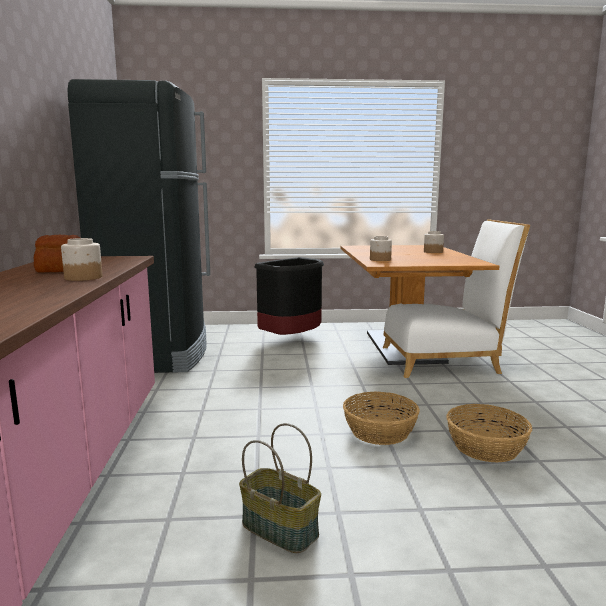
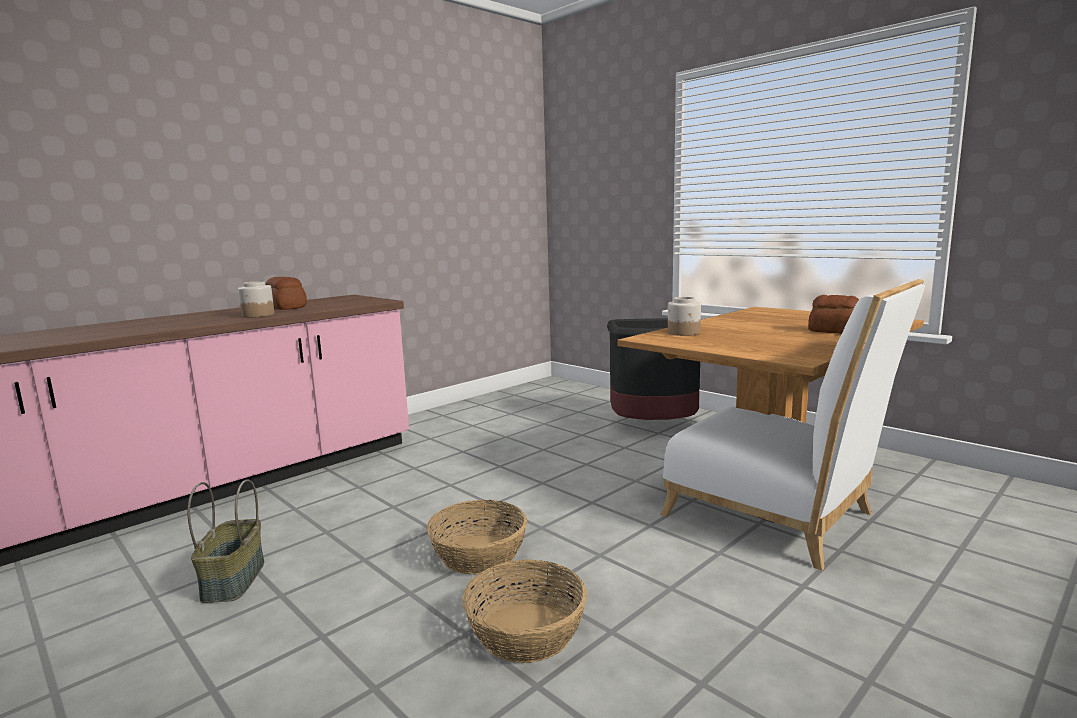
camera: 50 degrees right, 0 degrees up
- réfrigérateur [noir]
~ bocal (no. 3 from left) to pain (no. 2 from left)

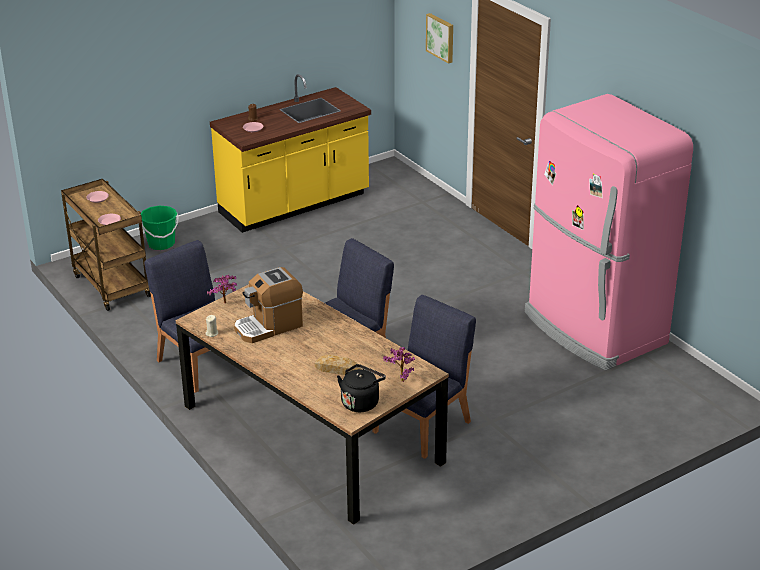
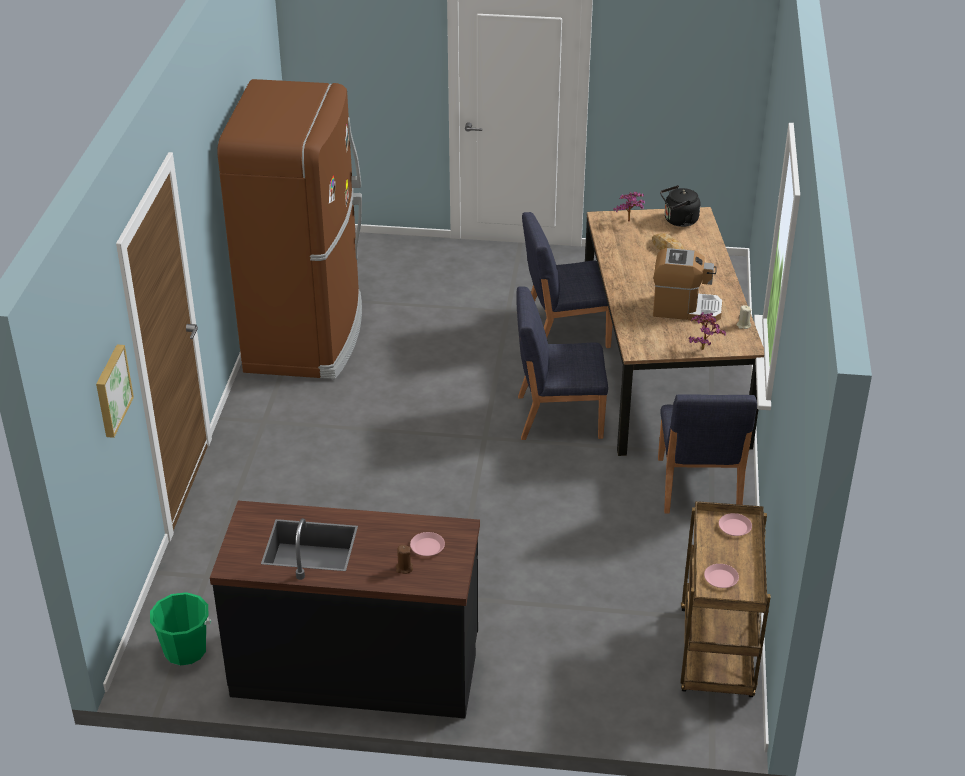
camera: 140 degrees left, 5 degrees up
~ comptoir de cuisine [jaune] to comptoir de cuisine [noir]
~ réfrigérateur [rose] to réfrigérateur [marron]
~ seau [vert]

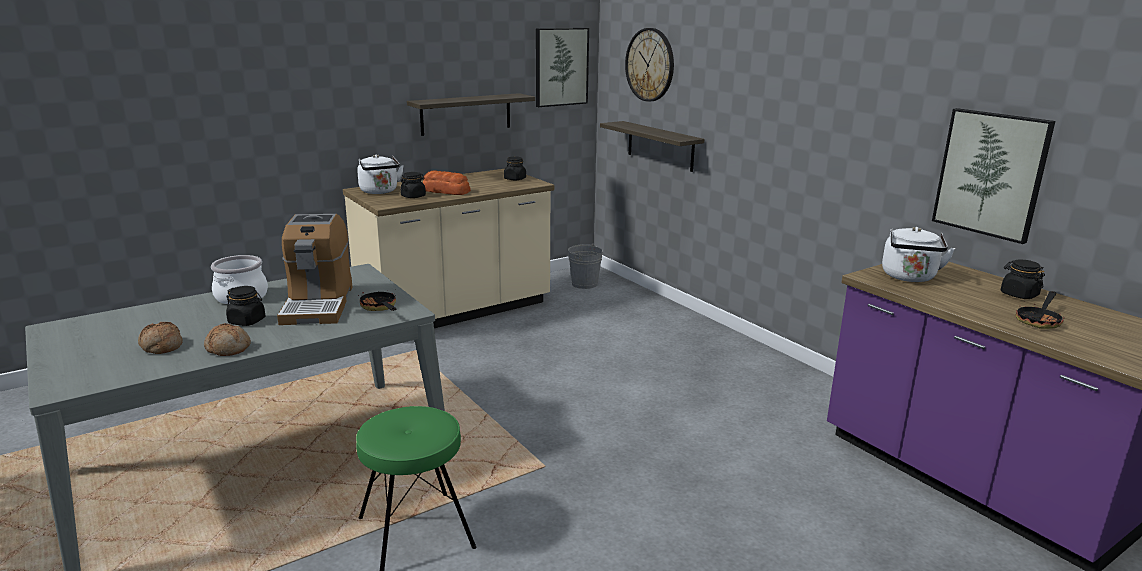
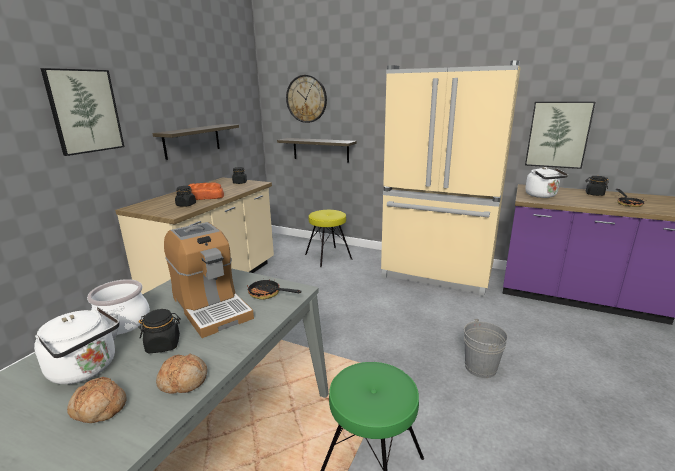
camera: 30 degrees left, 0 degrees up
~ tableau (no. 1 from left)
~ bouilloire [blanc] (no. 1 from left)
~ seau [gris]
+ réfrigérateur [beige]
+ tabouret [jaune]

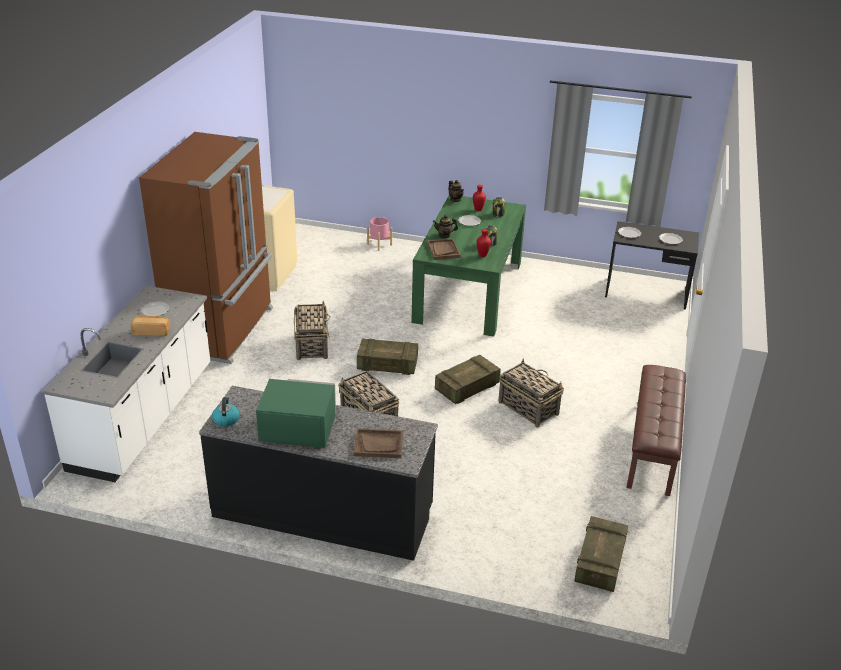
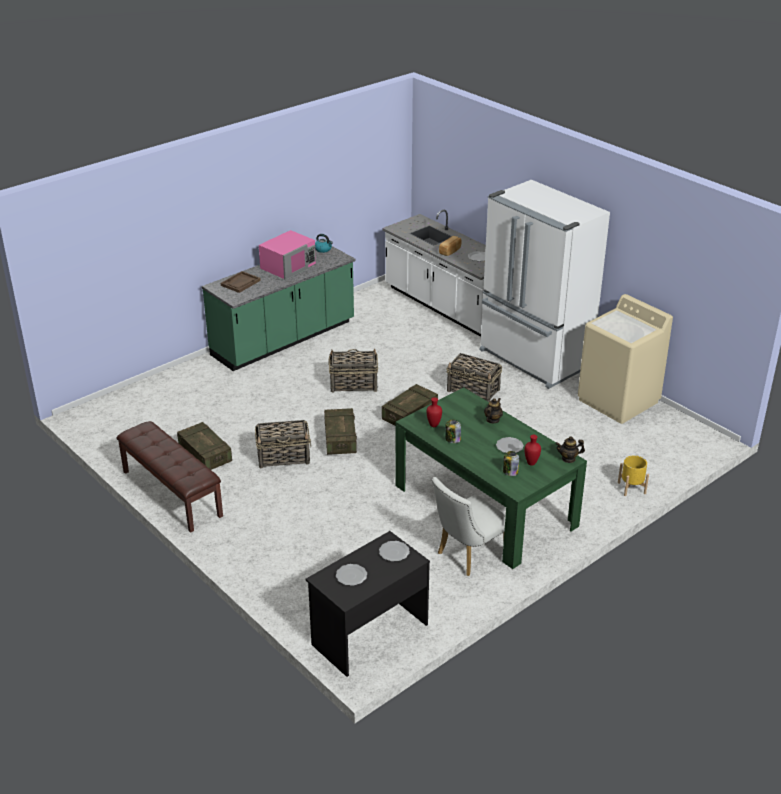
camera: 125 degrees right, 0 degrees up
~ réfrigérateur [marron] to réfrigérateur [blanc]
~ cache-pot [rose] to cache-pot [jaune]
- plateau [marron] (no. 2 from left)
~ micro-ondes [vert] to micro-ondes [rose]
~ comptoir de cuisine [noir] to comptoir de cuisine [vert]
~ caisse (no. 3 from left in the first image) to caisse (no. 1 from left)
+ chaise [blanc]

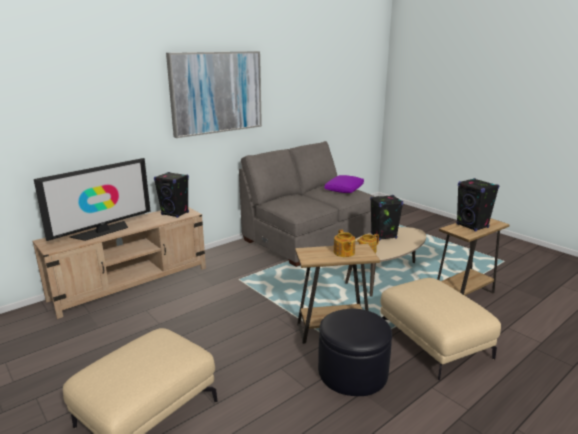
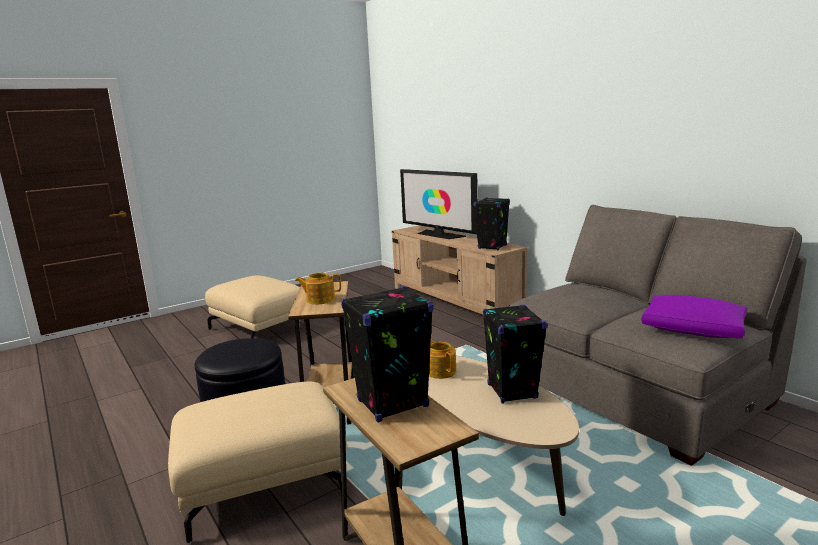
camera: 95 degrees right, 5 degrees down
- tableau

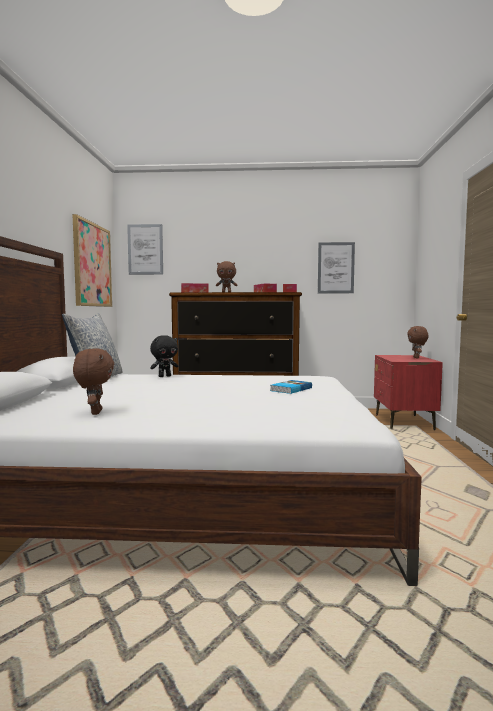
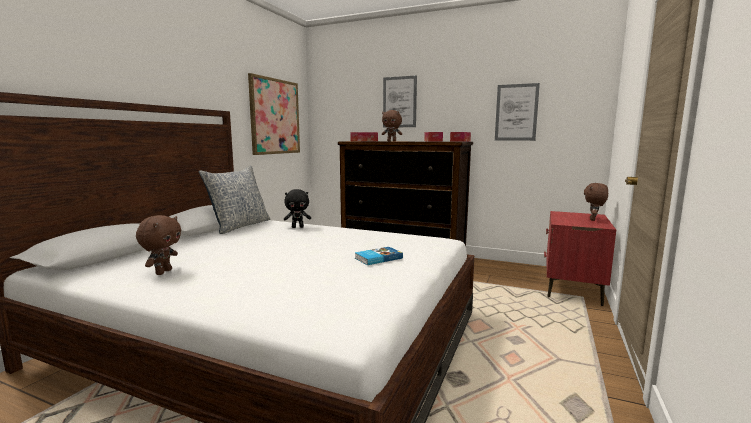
camera: 20 degrees right, 5 degrees up
~ tableau (no. 2 from left)

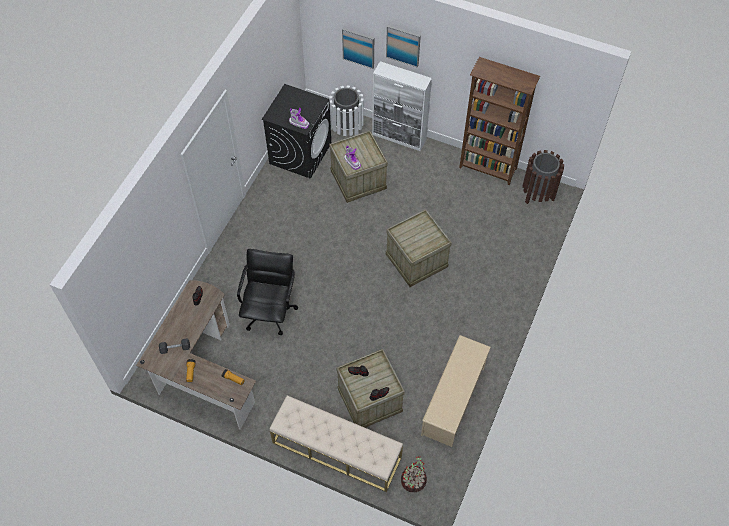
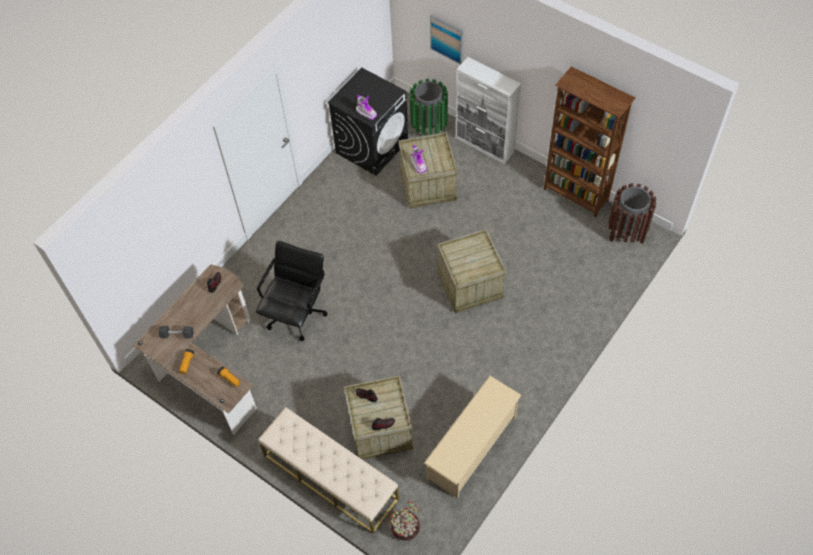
camera: 15 degrees right, 0 degrees up
- tableau (no. 2 from left)
~ poubelle [blanc] to poubelle [vert]

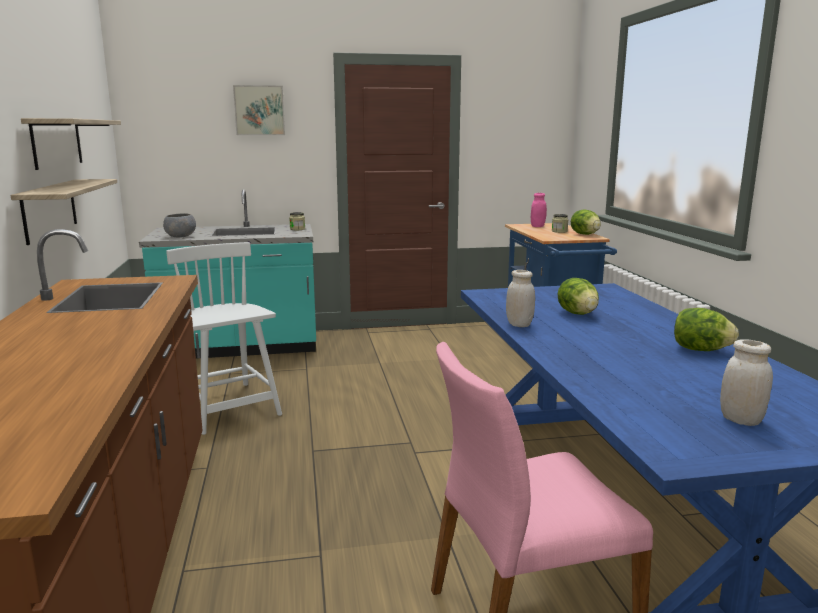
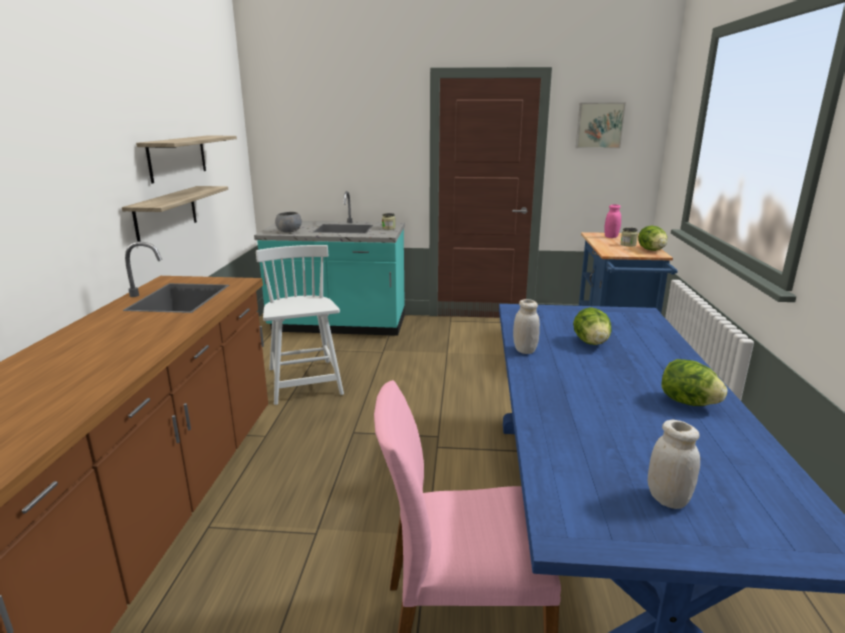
camera: 15 degrees right, 5 degrees up
~ tableau

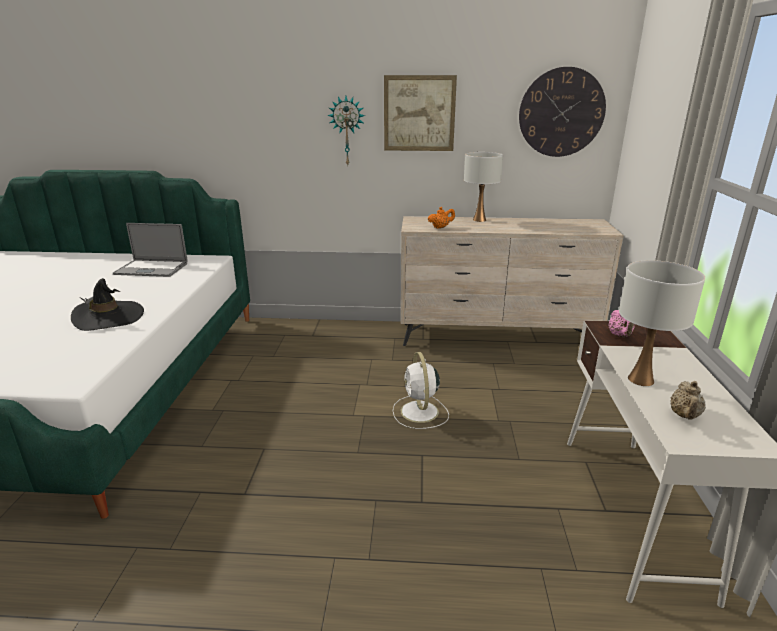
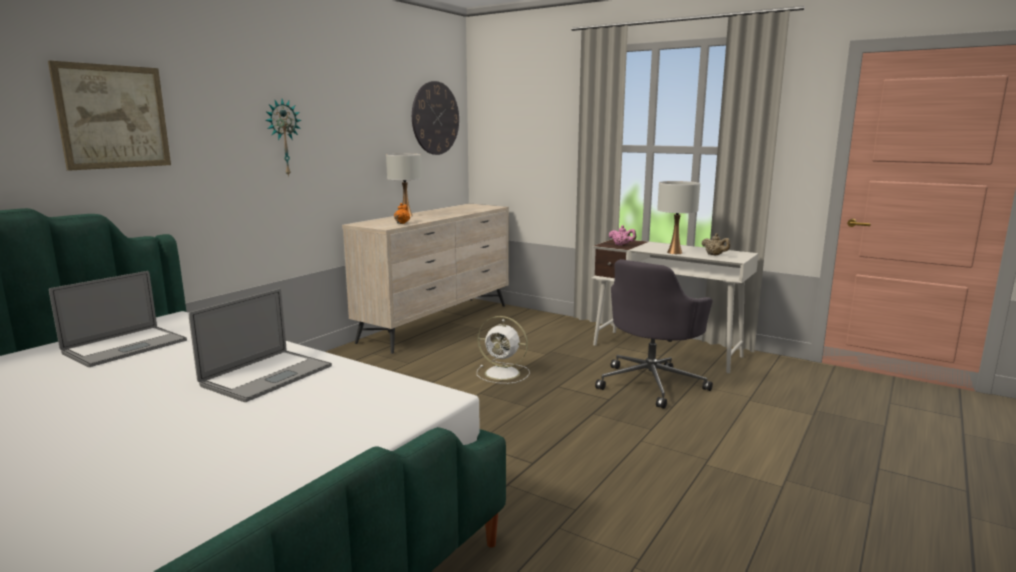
camera: 60 degrees left, 10 degrees down
~ tableau
~ chapeau [noir] to ordinateur portable (no. 2 from left)
+ chaise de bureau [gris]

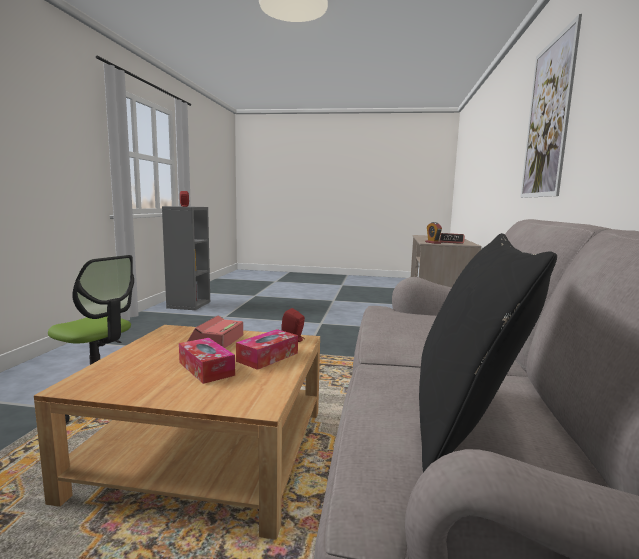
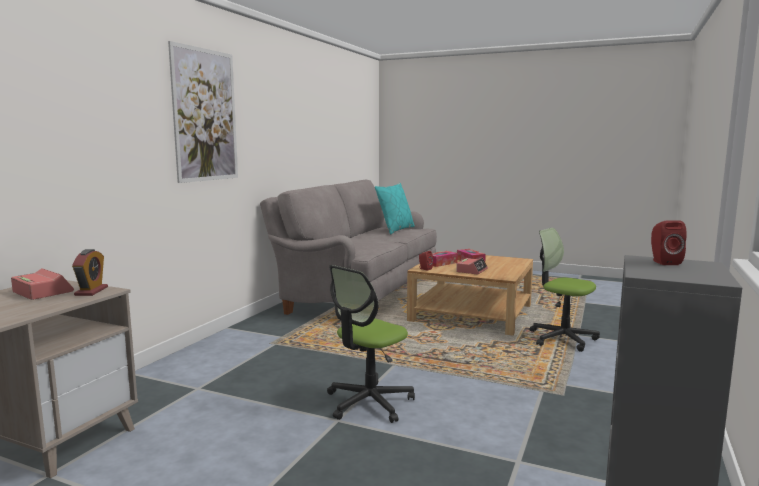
camera: 165 degrees left, 0 degrees up
~ coussin [noir] to coussin [turquoise]
+ chaise de bureau (no. 1 from left)

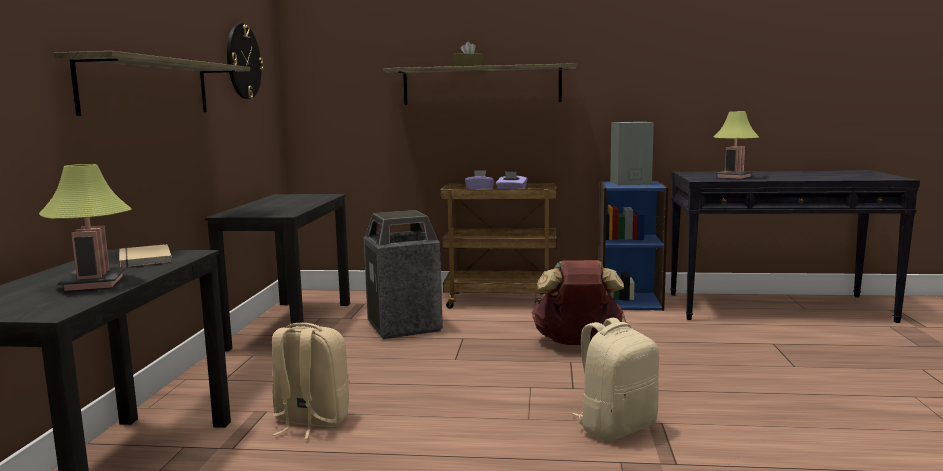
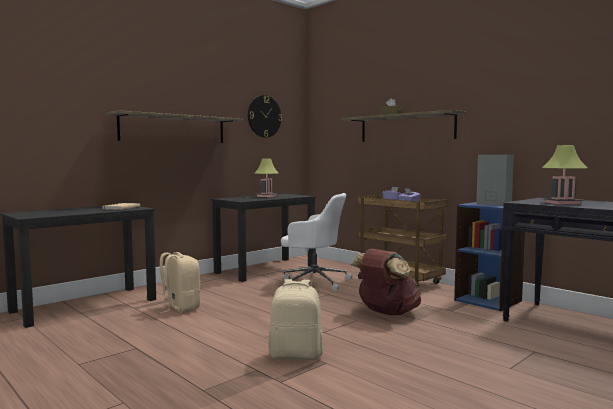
camera: 40 degrees right, 5 degrees down
~ lampe de table (no. 1 from left)
~ poubelle to chaise de bureau [blanc]

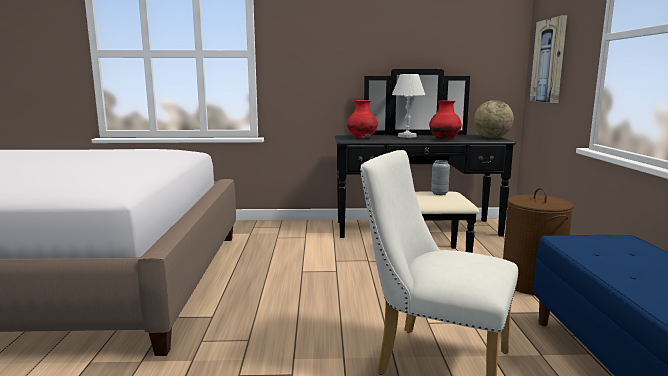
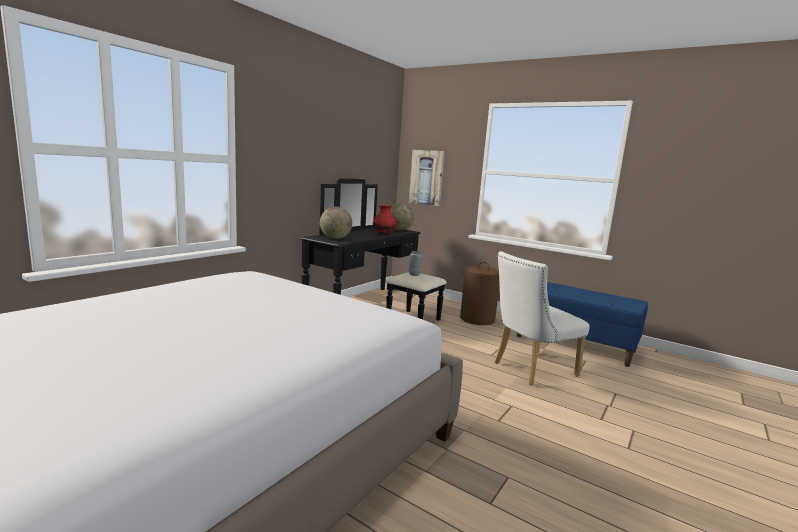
camera: 55 degrees left, 0 degrees up
- lampe de table [blanc]
~ vase [rouge] (no. 1 from left) to globe (no. 1 from left)

